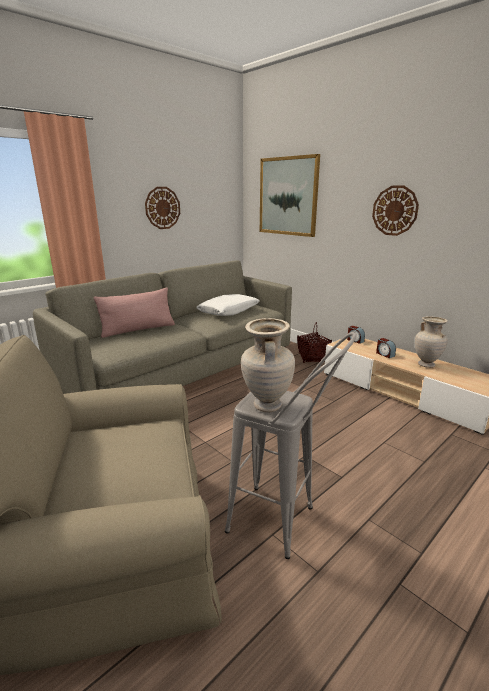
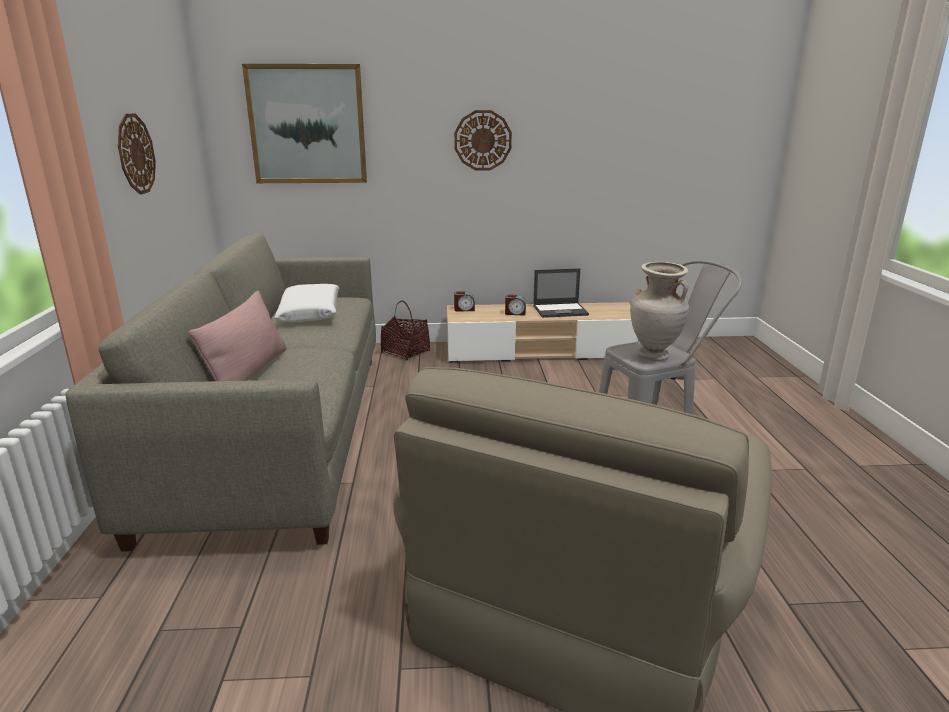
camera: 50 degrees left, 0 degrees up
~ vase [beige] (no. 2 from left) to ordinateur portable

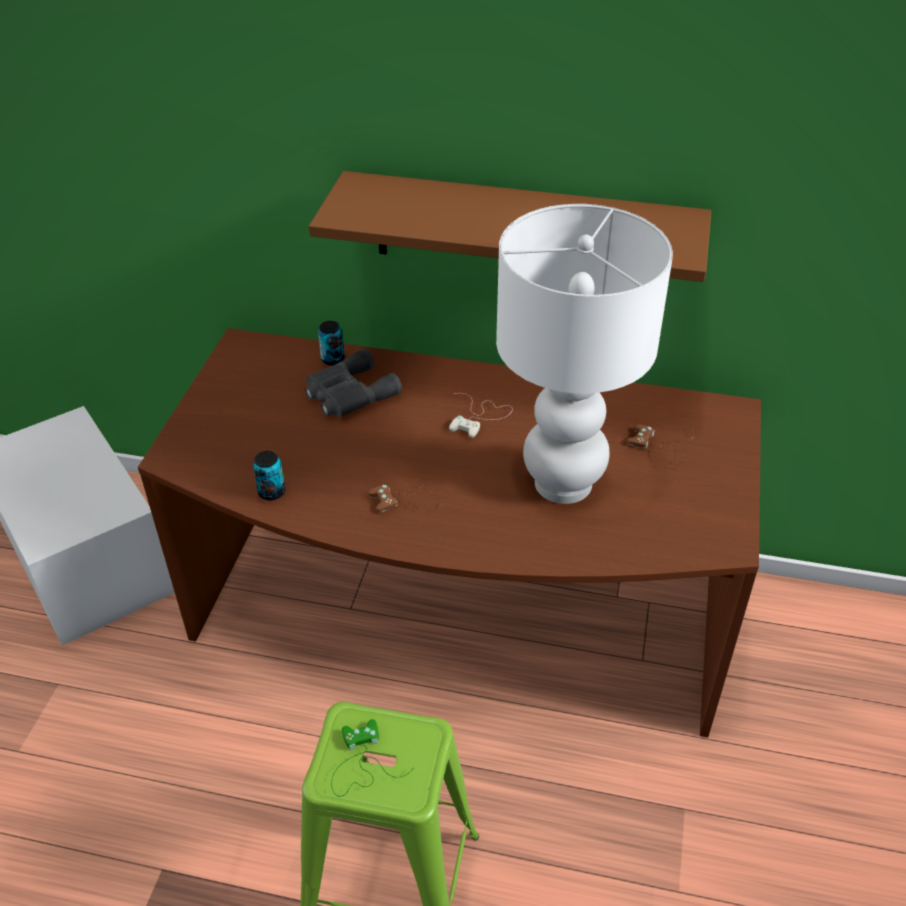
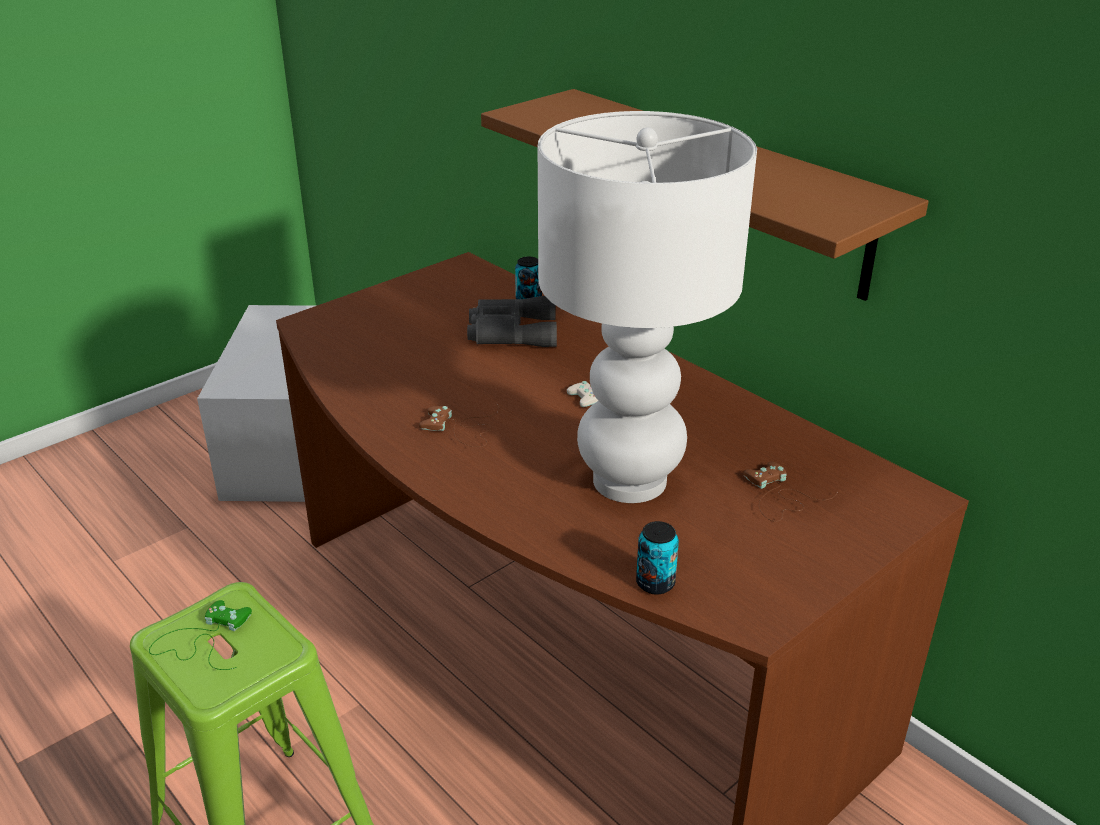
camera: 35 degrees right, 10 degrees down
~ boîte métallique (no. 1 from left in the first image) to boîte métallique (no. 2 from left)

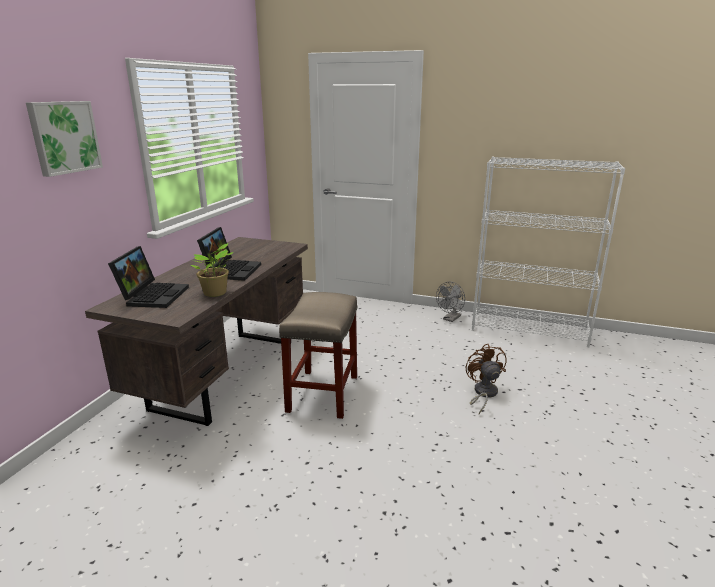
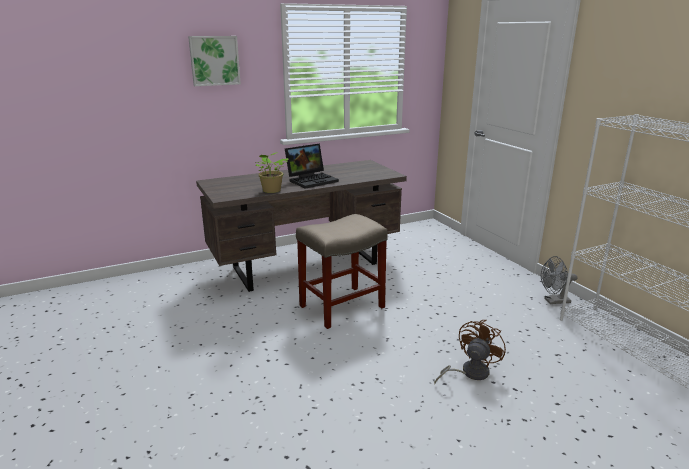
camera: 45 degrees right, 0 degrees up
- ordinateur portable (no. 1 from left)

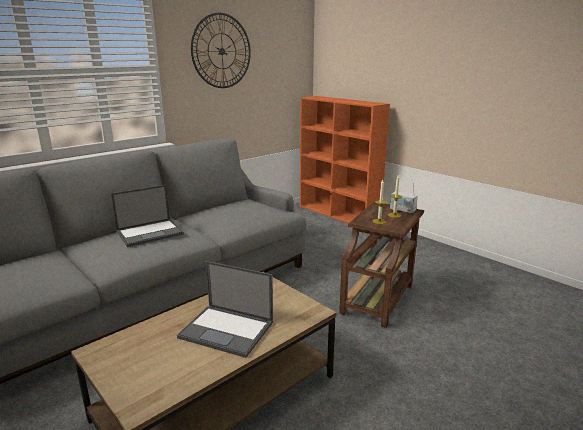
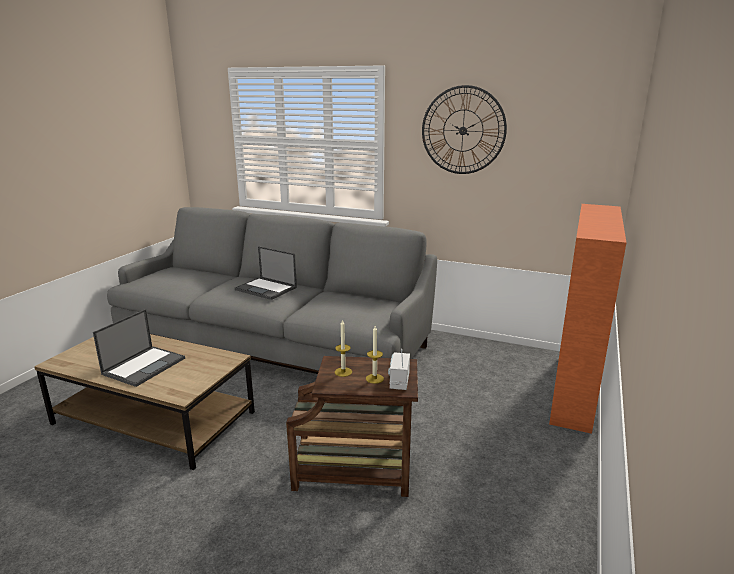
camera: 65 degrees right, 0 degrees up
~ ordinateur portable (no. 2 from left in the first image) 150 degrees counterclockwise

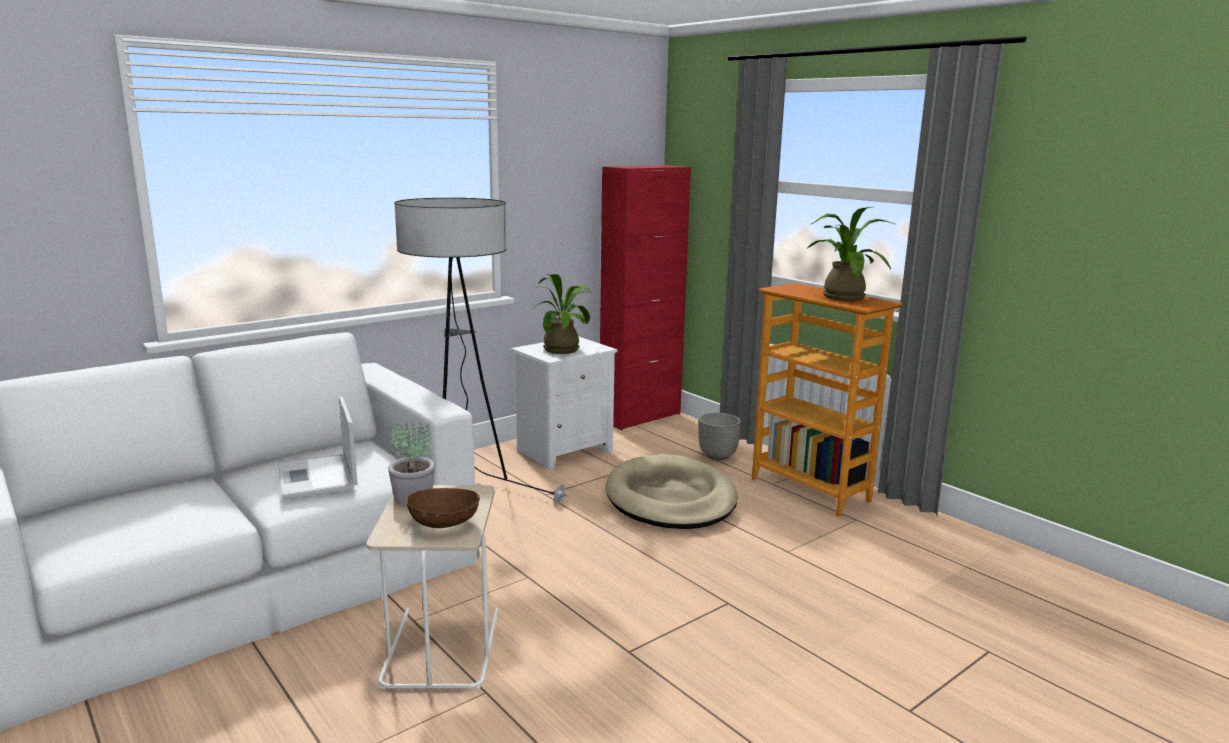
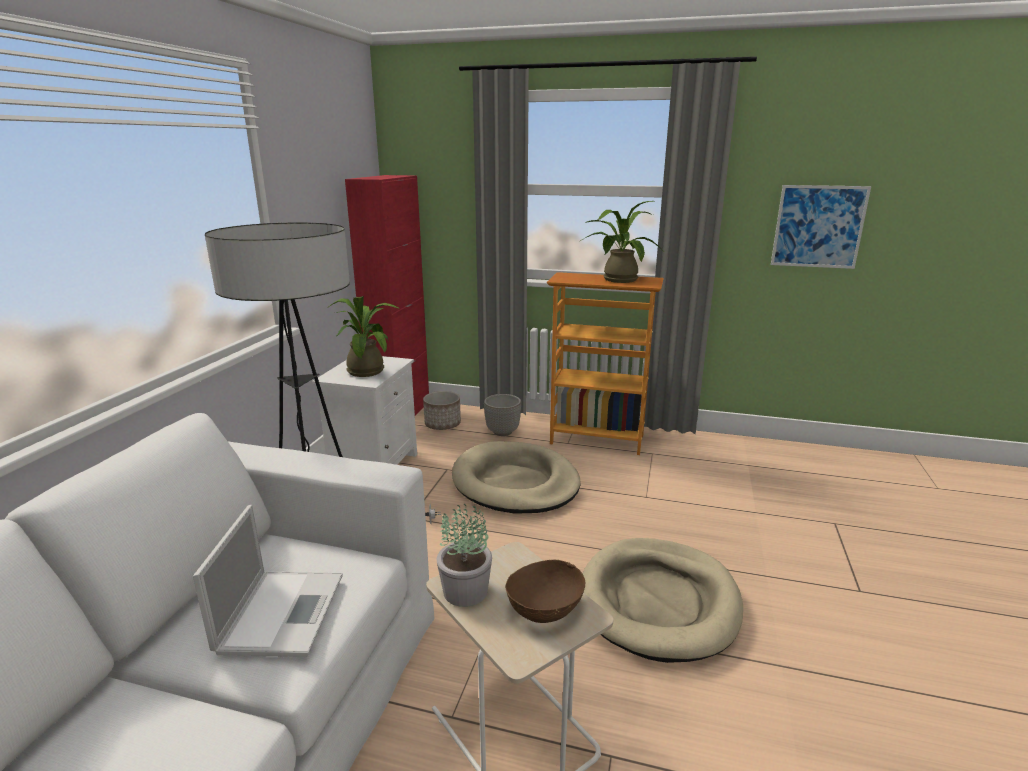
camera: 35 degrees left, 5 degrees up
~ ordinateur portable 120 degrees counterclockwise
+ tableau
+ cache-pot (no. 1 from left)
+ panier pour chien [beige] (no. 2 from left)

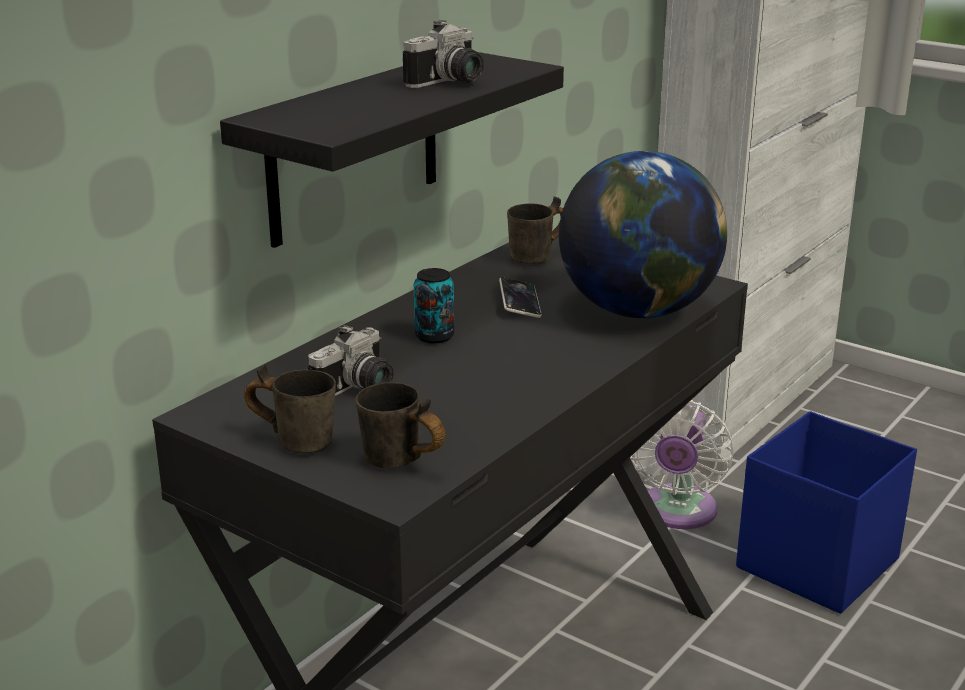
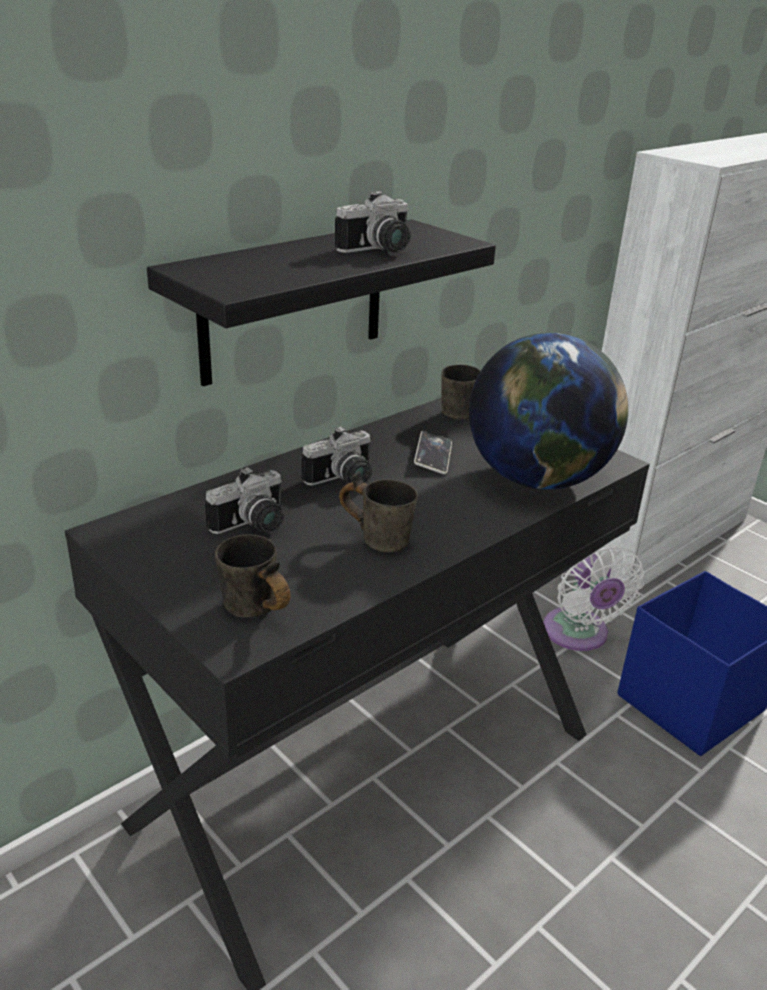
camera: 10 degrees right, 5 degrees up
~ boîte métallique to appareil photo (no. 2 from left)
~ mug [gris] (no. 1 from left in the first image) to mug [gris] (no. 2 from left)
~ ventilateur [blanc] 45 degrees counterclockwise

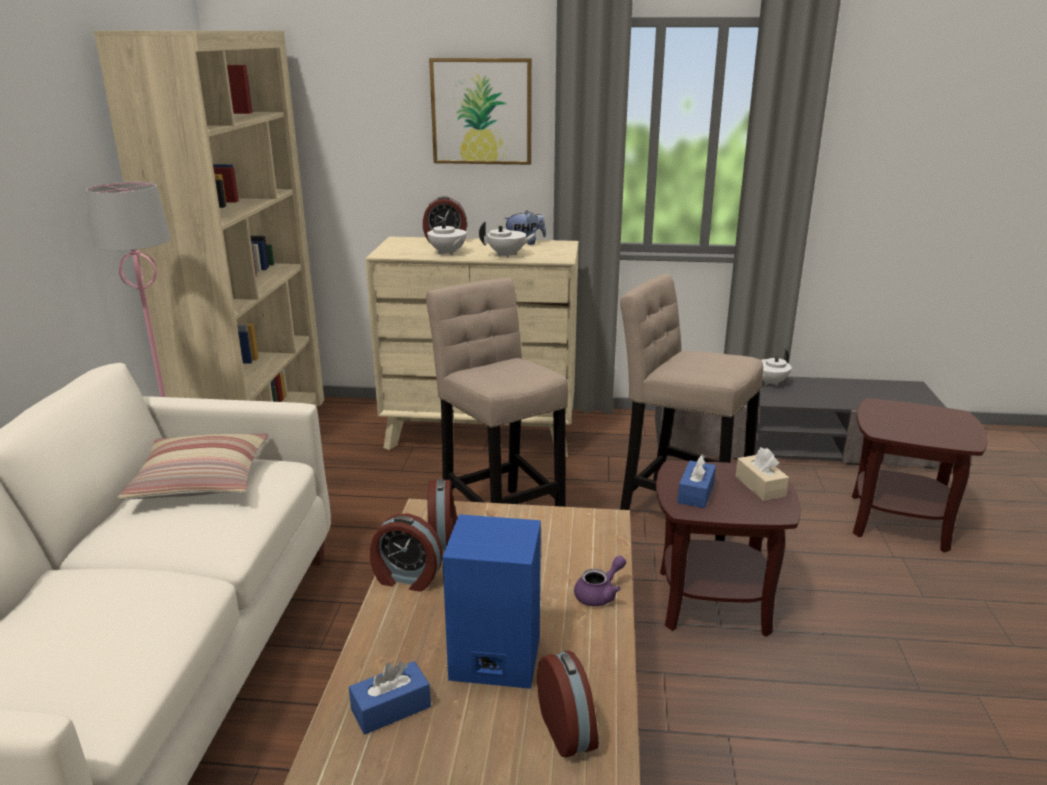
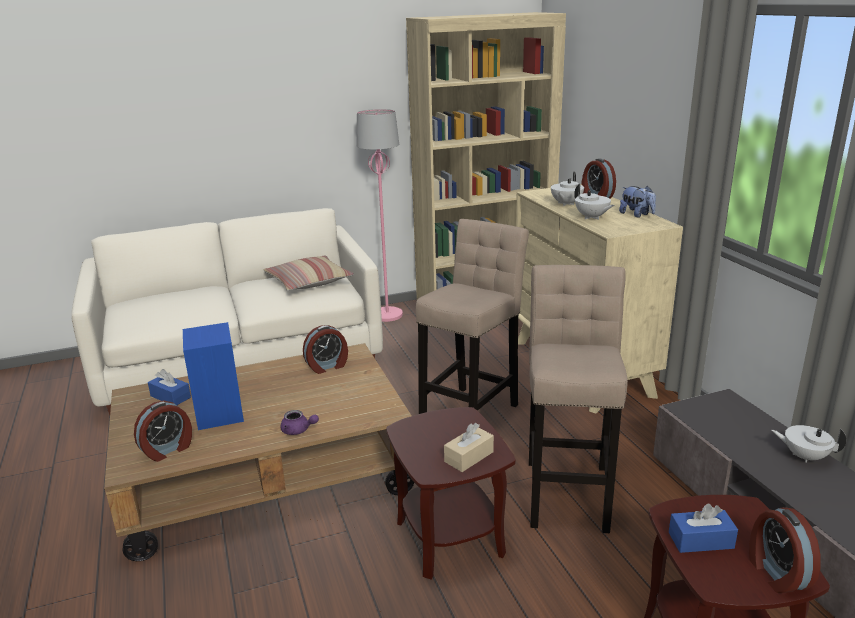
camera: 65 degrees right, 0 degrees up
- tableau
~ boîte à mouchoirs [bleu] (no. 2 from left)
~ réveil (no. 1 from left in the first image) to réveil (no. 4 from left)

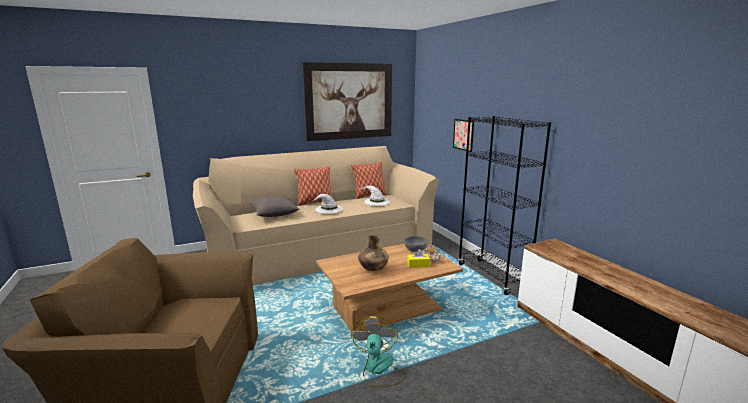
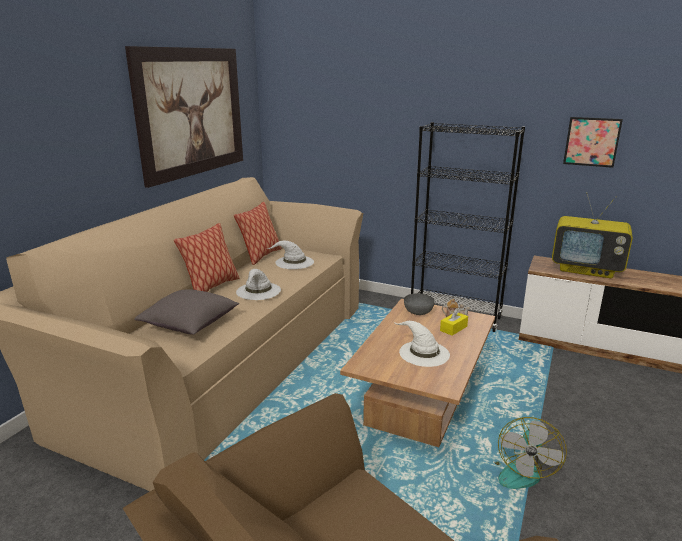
camera: 40 degrees left, 5 degrees up
~ tableau (no. 2 from left)
~ vase [marron] to chapeau [blanc] (no. 3 from left)
~ ventilateur 120 degrees counterclockwise
+ téléviseur

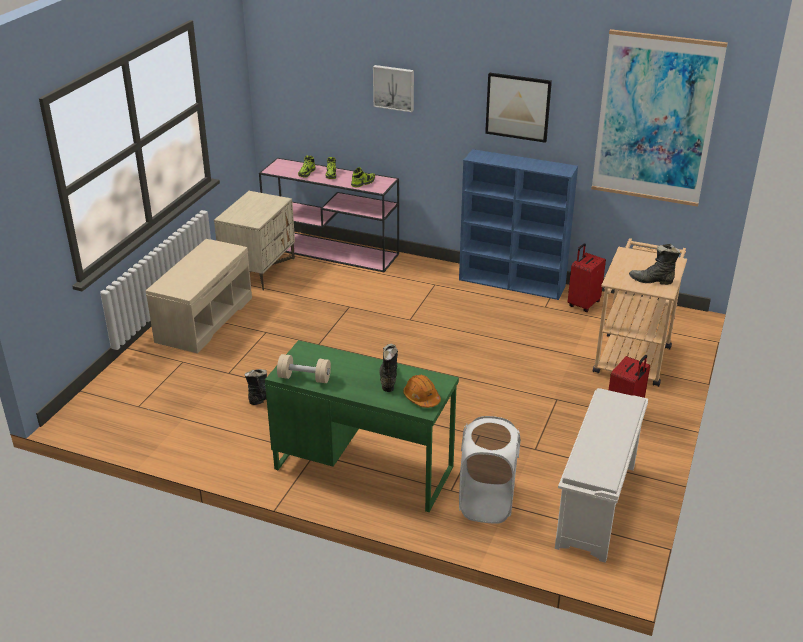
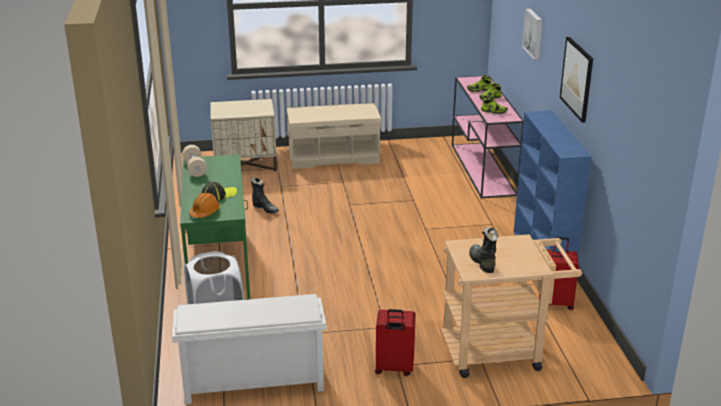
camera: 60 degrees right, 5 degrees down
- tableau (no. 3 from left)
~ table de chevet [beige]
~ botte [noir] (no. 2 from left) to casquette

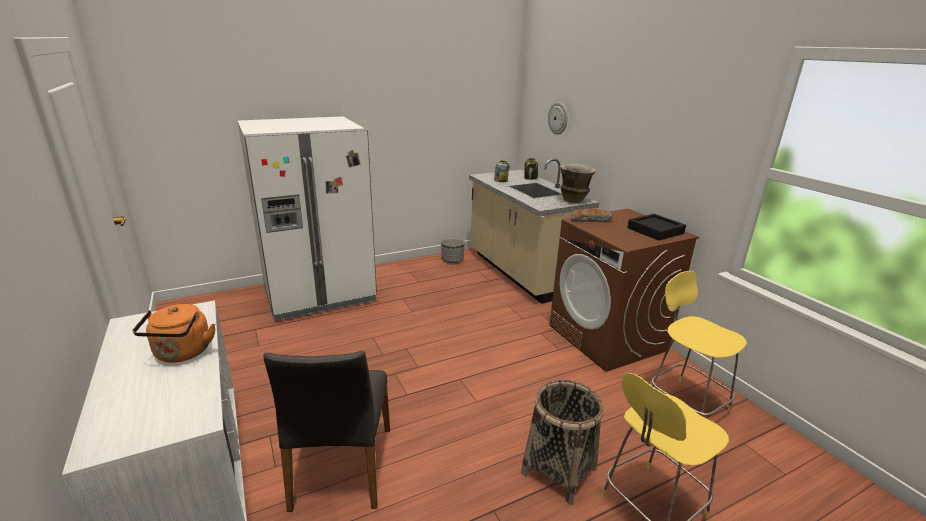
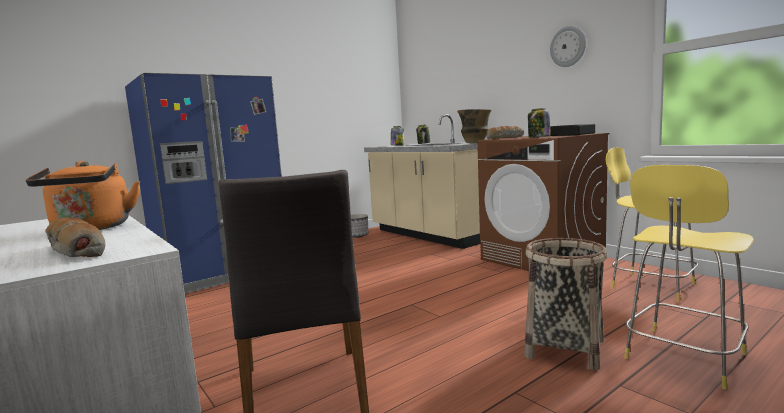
camera: 10 degrees left, 15 degrees down
~ horloge murale
~ réfrigérateur [blanc] to réfrigérateur [bleu]
+ bocal (no. 3 from left)
+ pain (no. 1 from left)

